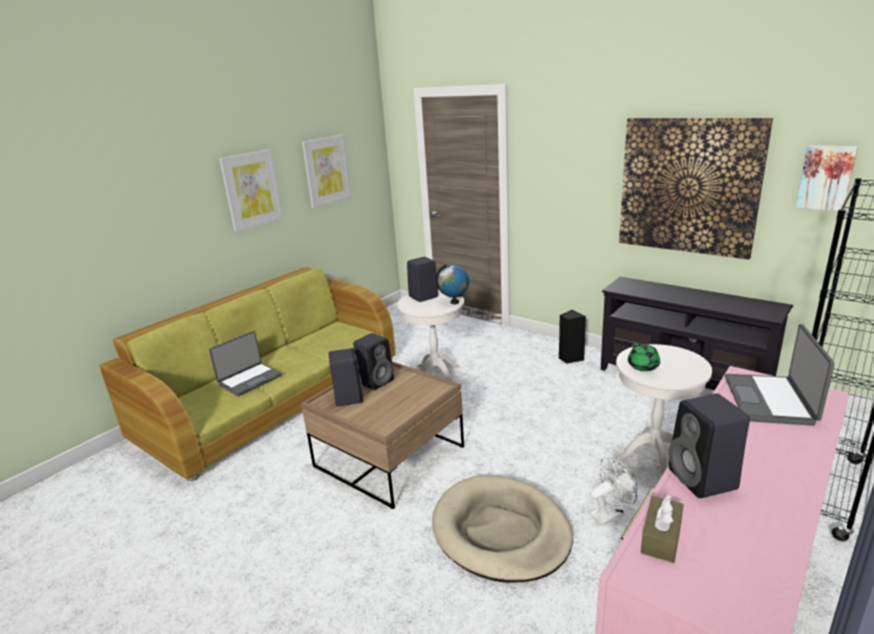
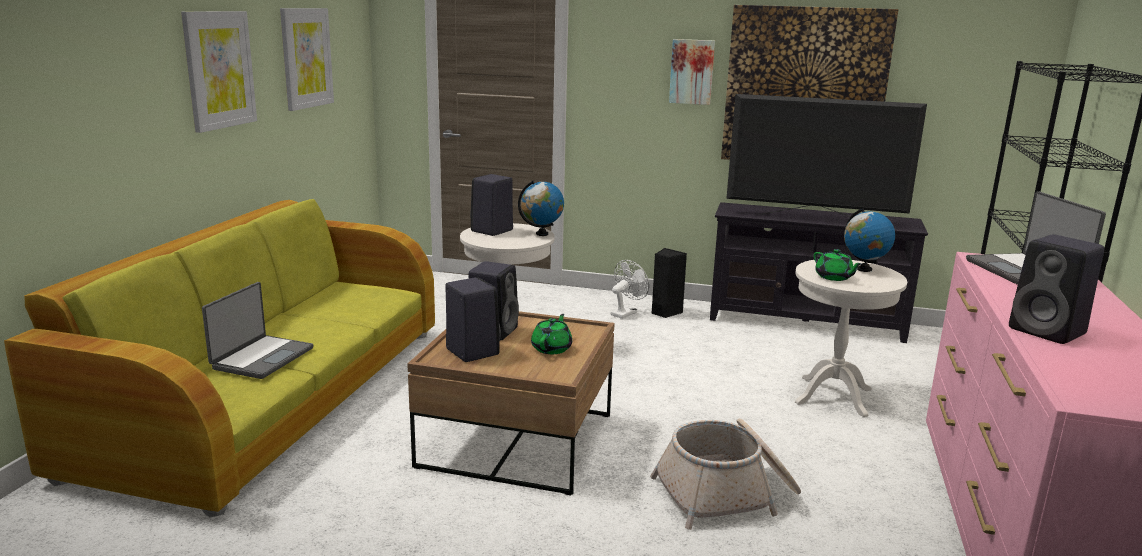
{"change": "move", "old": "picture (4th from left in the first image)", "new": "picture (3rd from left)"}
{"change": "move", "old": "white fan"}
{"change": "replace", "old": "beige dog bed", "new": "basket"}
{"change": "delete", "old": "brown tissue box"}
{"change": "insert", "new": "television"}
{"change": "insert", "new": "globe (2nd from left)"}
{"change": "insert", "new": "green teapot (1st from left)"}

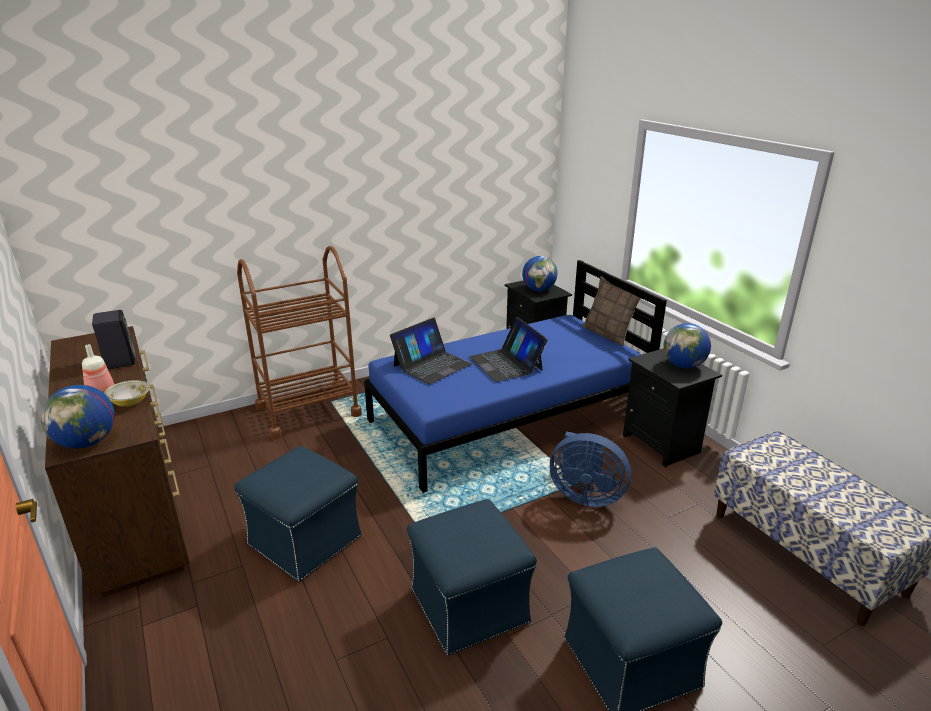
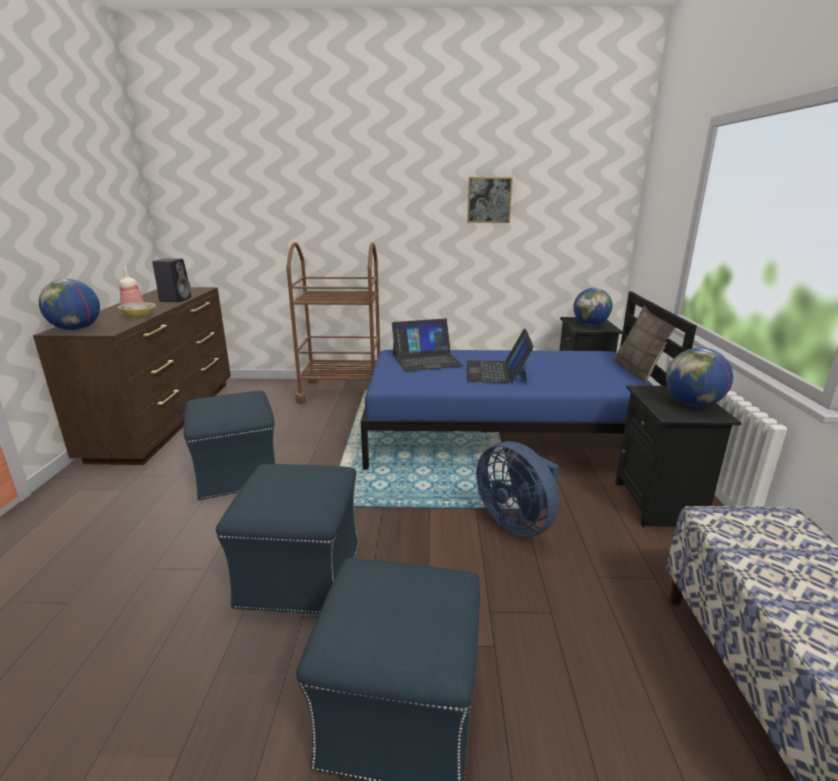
{"change": "insert", "new": "picture"}

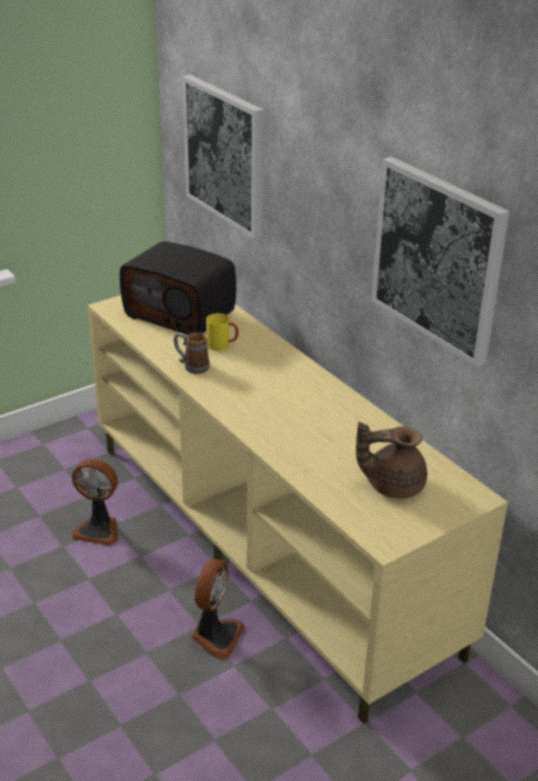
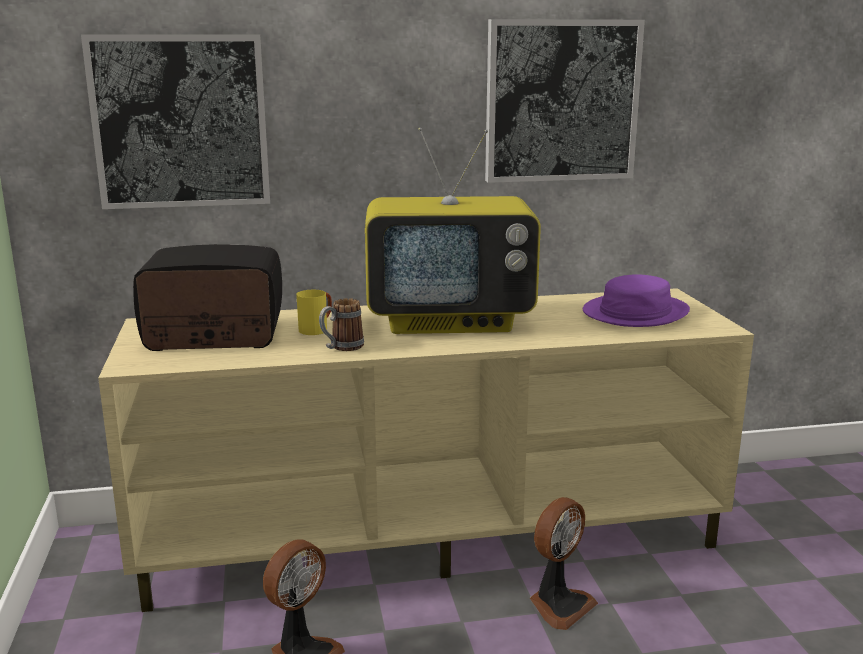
{"change": "rotate", "old": "radio", "degrees": -150}
{"change": "replace", "old": "brown teapot", "new": "purple hat"}
{"change": "rotate", "old": "fan (2nd from left)", "degrees": 90}
{"change": "insert", "new": "television"}

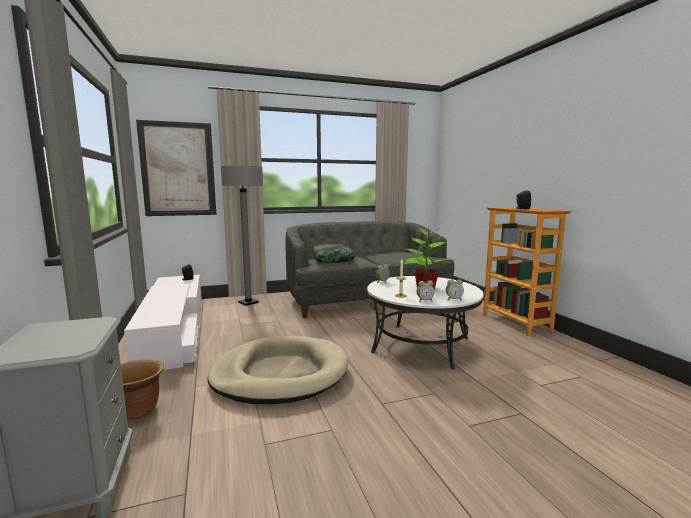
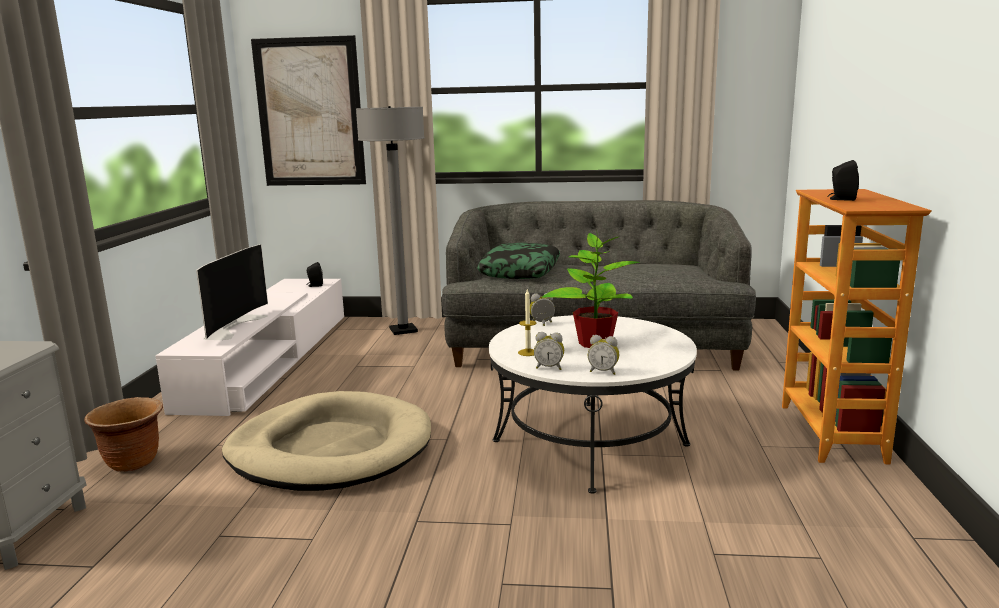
{"change": "insert", "new": "television"}

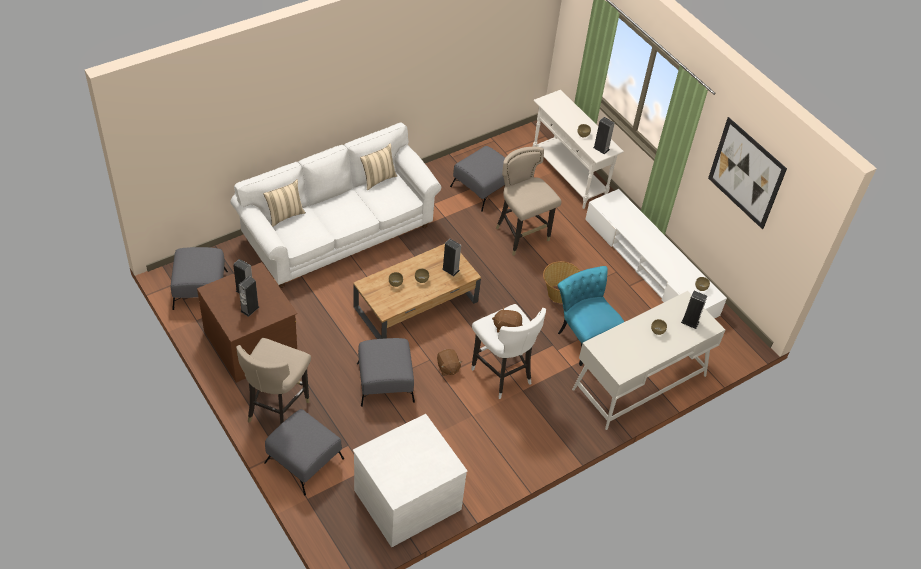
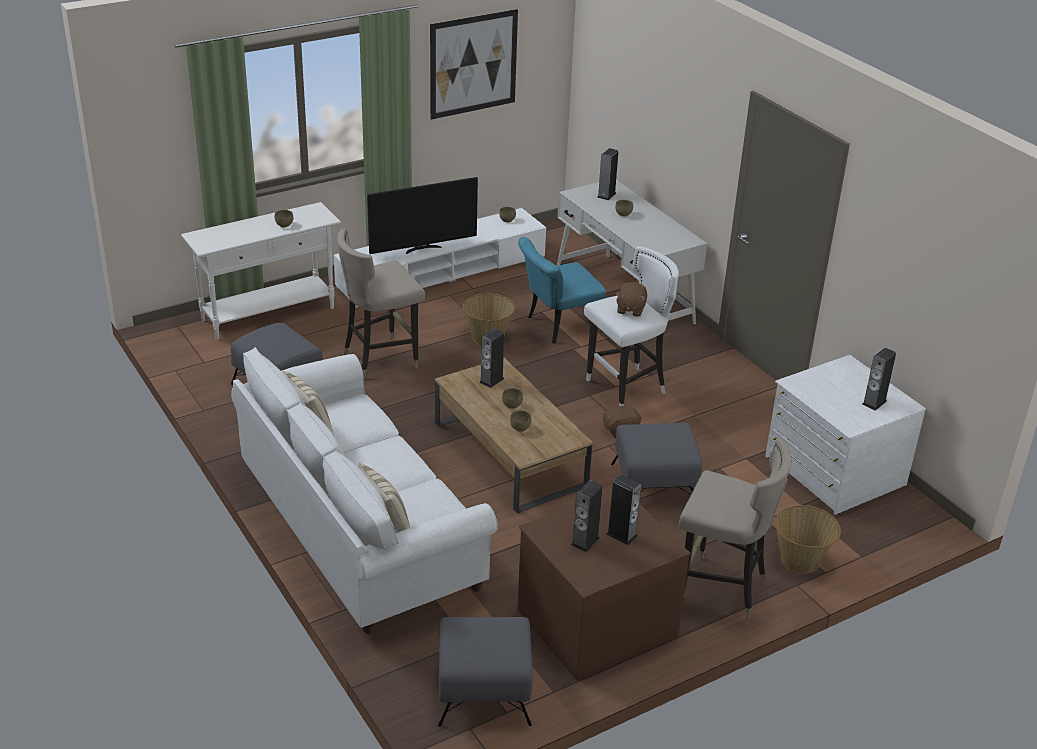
{"change": "move", "old": "speaker (4th from left in the first image)", "new": "speaker (5th from left)"}
{"change": "replace", "old": "grey ottoman (2nd from left)", "new": "basket (2nd from left)"}
{"change": "insert", "new": "television"}

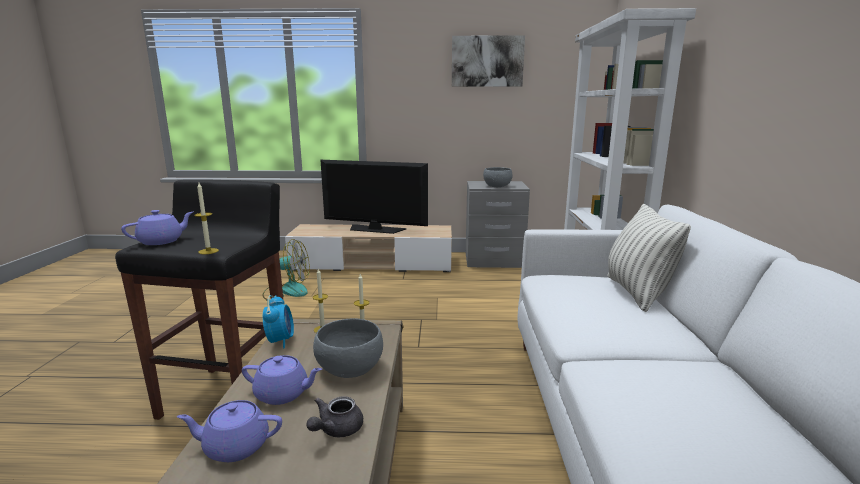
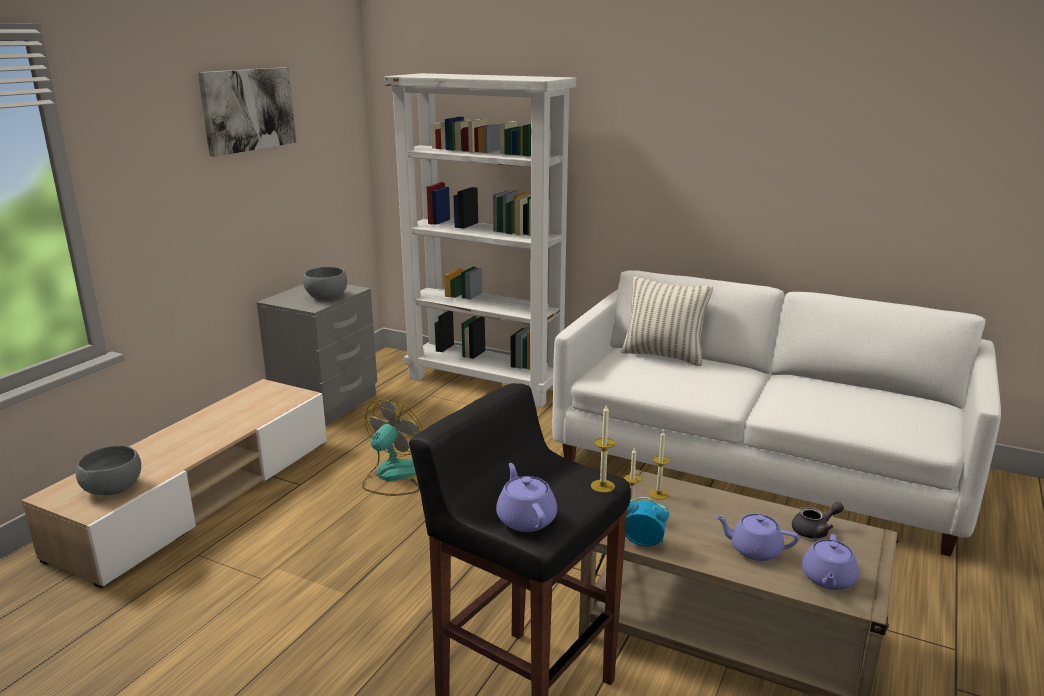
{"change": "delete", "old": "television"}
{"change": "move", "old": "fan"}
{"change": "move", "old": "grey bowl (1st from left)"}
{"change": "rotate", "old": "purple teapot (3rd from left in the first image)", "degrees": -105}
{"change": "rotate", "old": "grey teapot", "degrees": -75}

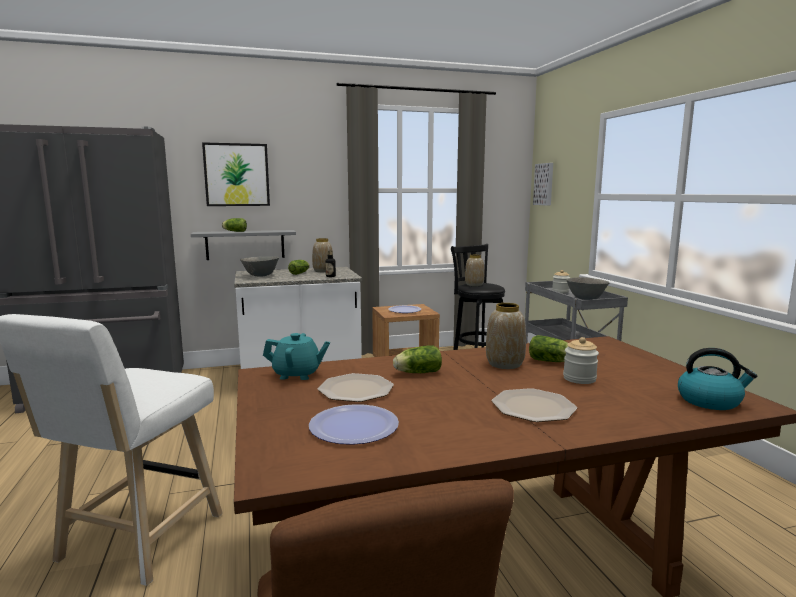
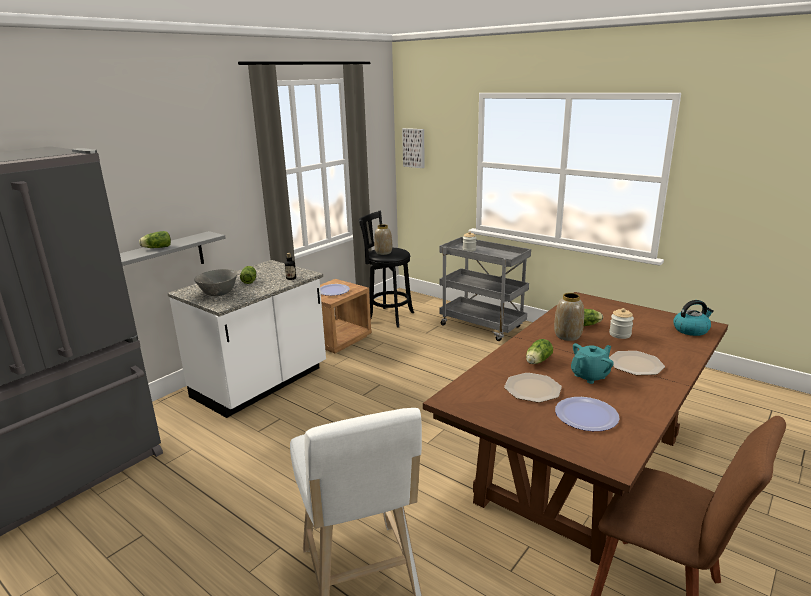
{"change": "delete", "old": "picture (1st from left)"}
{"change": "delete", "old": "vase (1st from left)"}
{"change": "delete", "old": "grey bowl (2nd from left)"}
{"change": "move", "old": "turquoise teapot"}

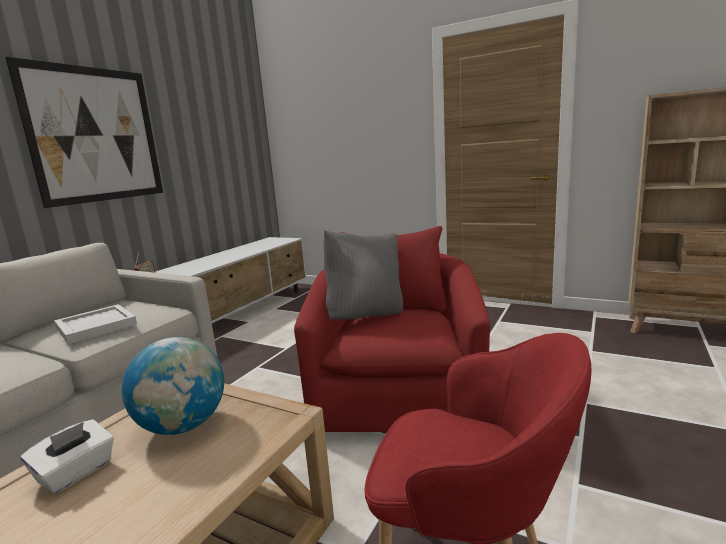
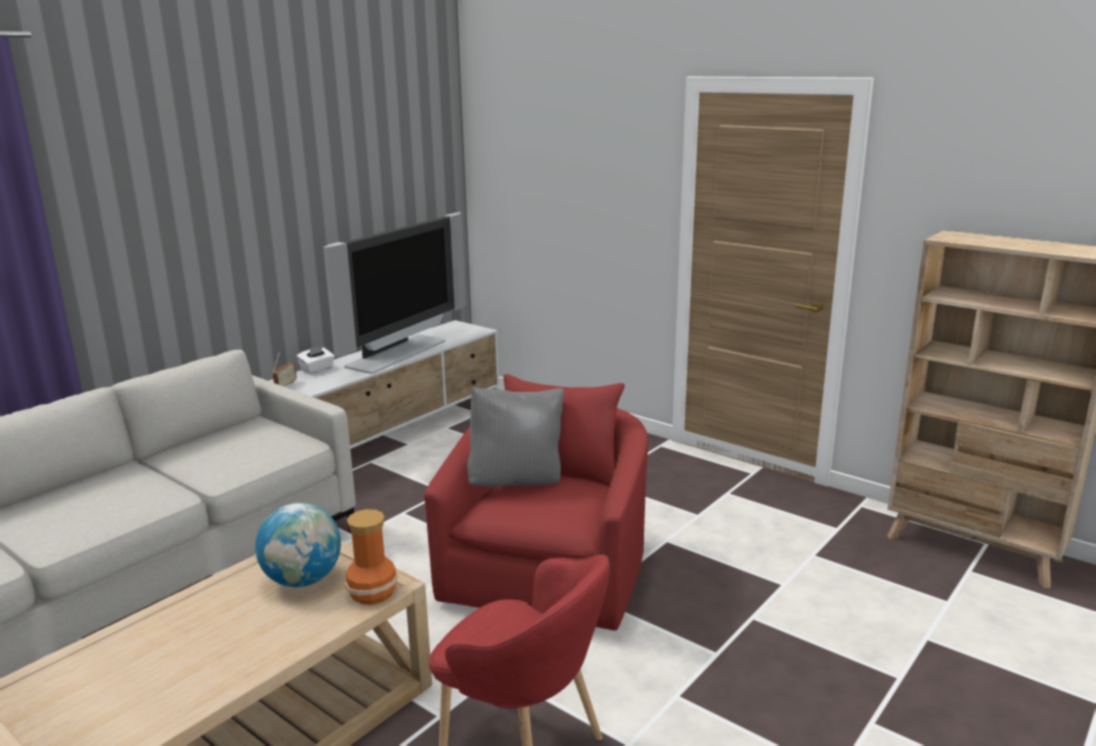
{"change": "delete", "old": "picture"}
{"change": "delete", "old": "white tray"}
{"change": "move", "old": "white tissue box"}
{"change": "insert", "new": "television"}
{"change": "insert", "new": "vase"}

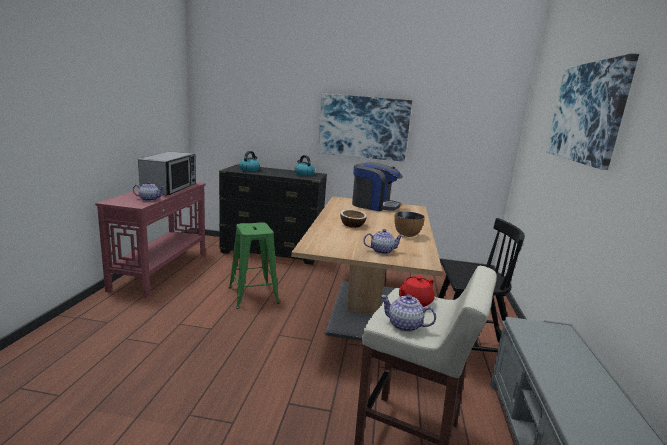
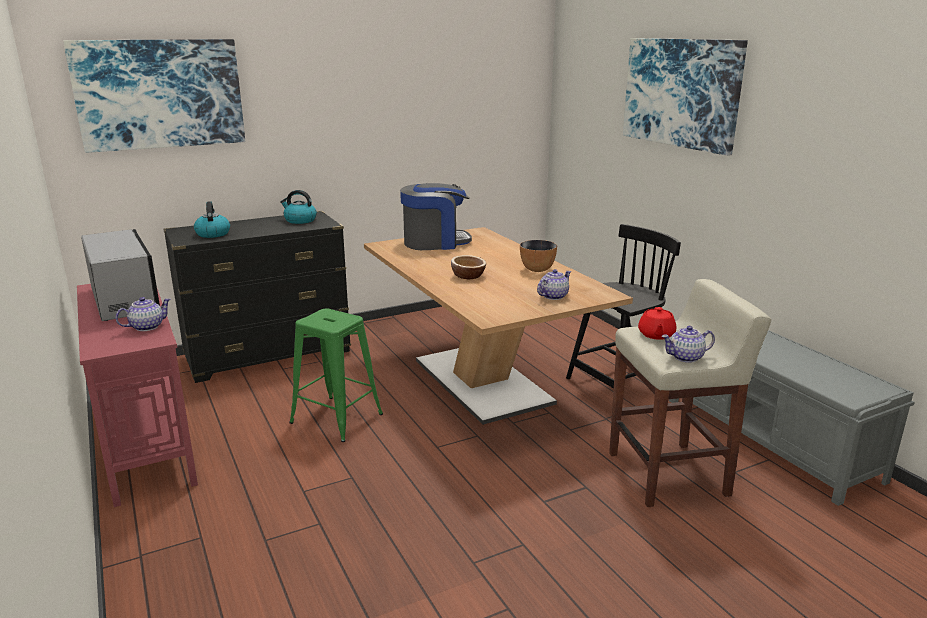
{"change": "move", "old": "picture (1st from left)"}

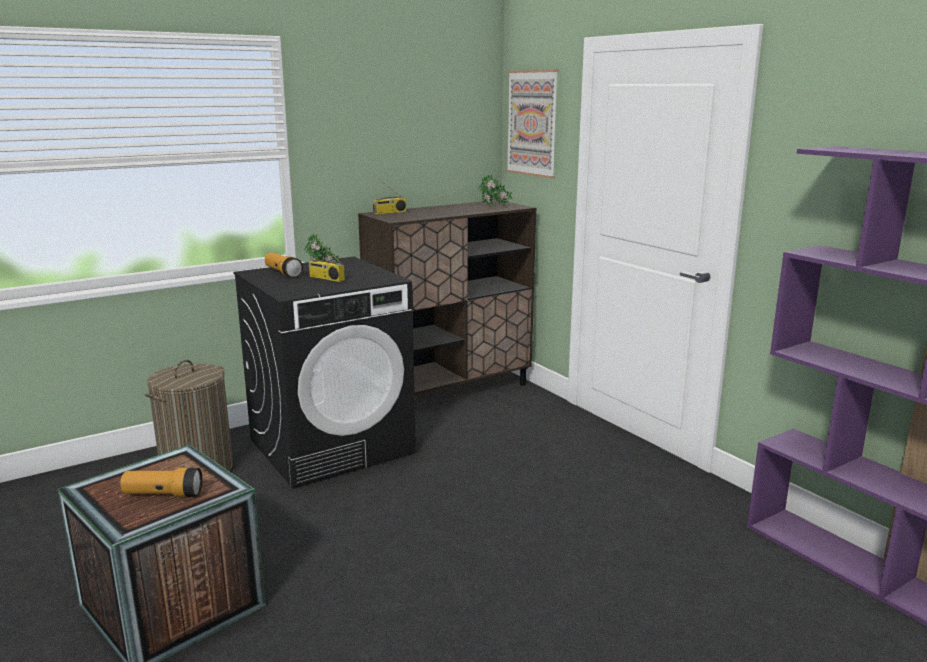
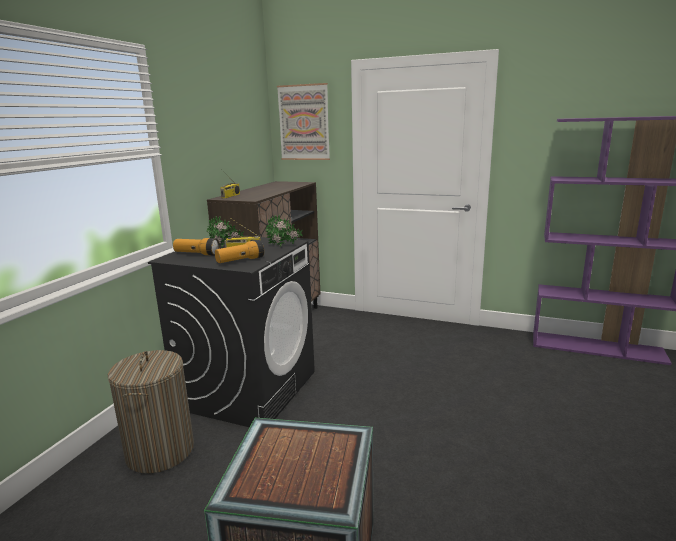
{"change": "move", "old": "potted plant (2nd from left)"}
{"change": "move", "old": "flashlight (1st from left in the first image)", "new": "flashlight (2nd from left)"}

